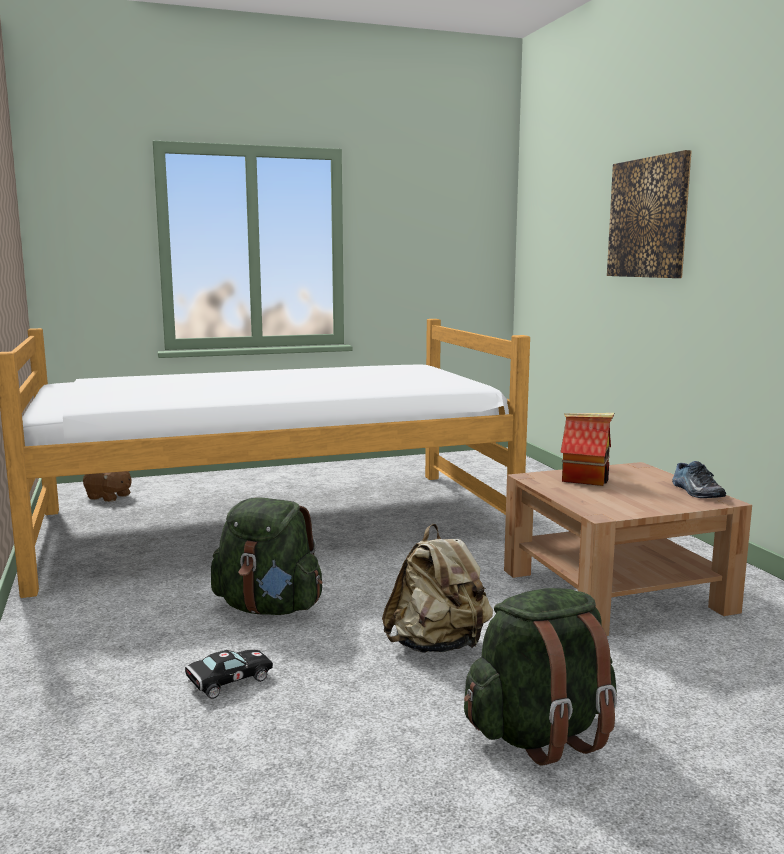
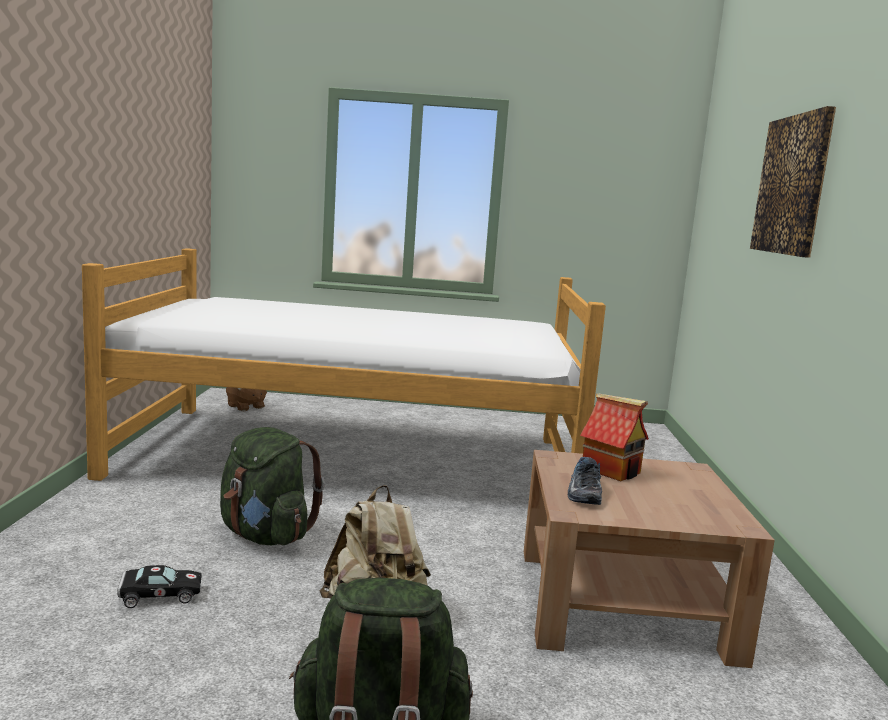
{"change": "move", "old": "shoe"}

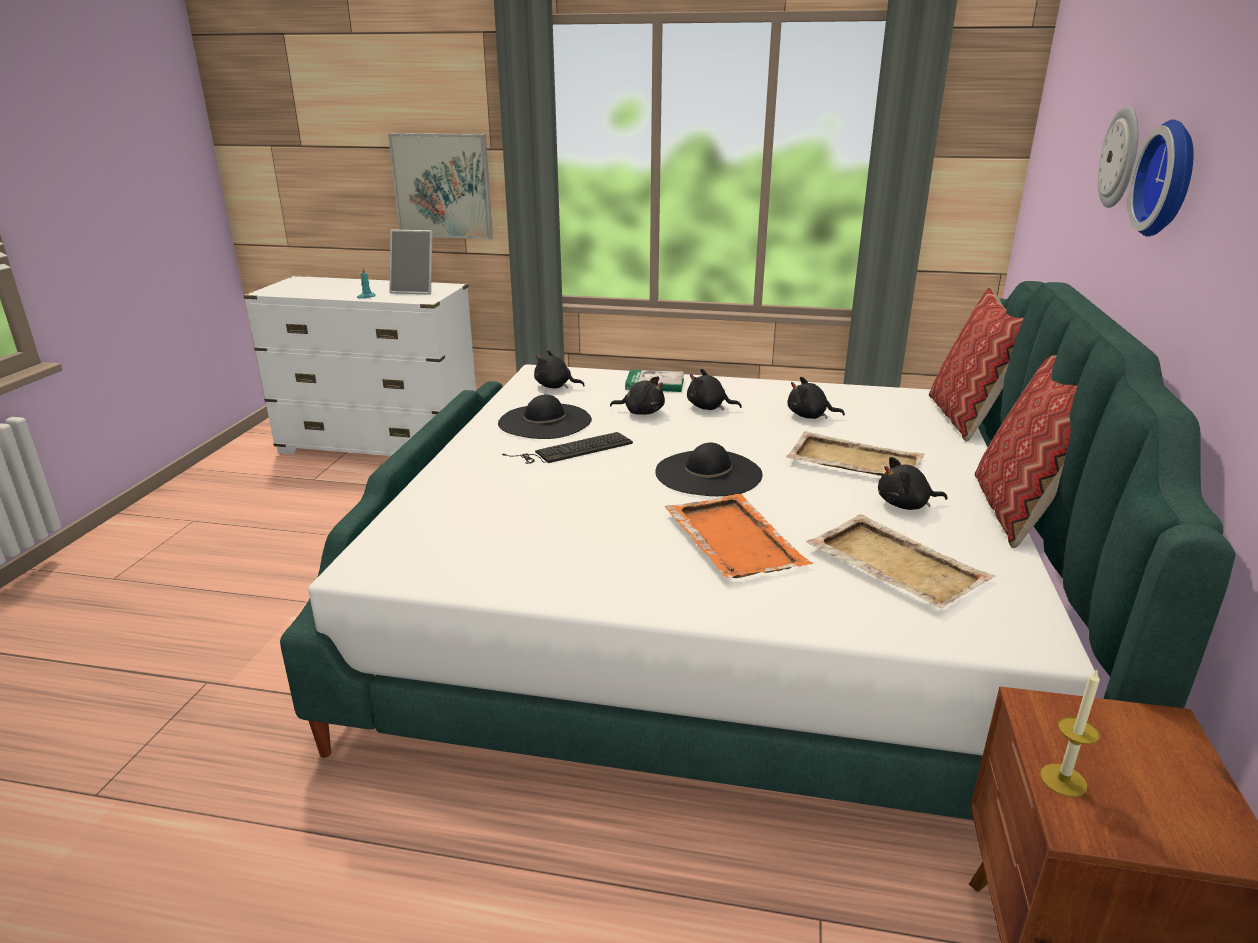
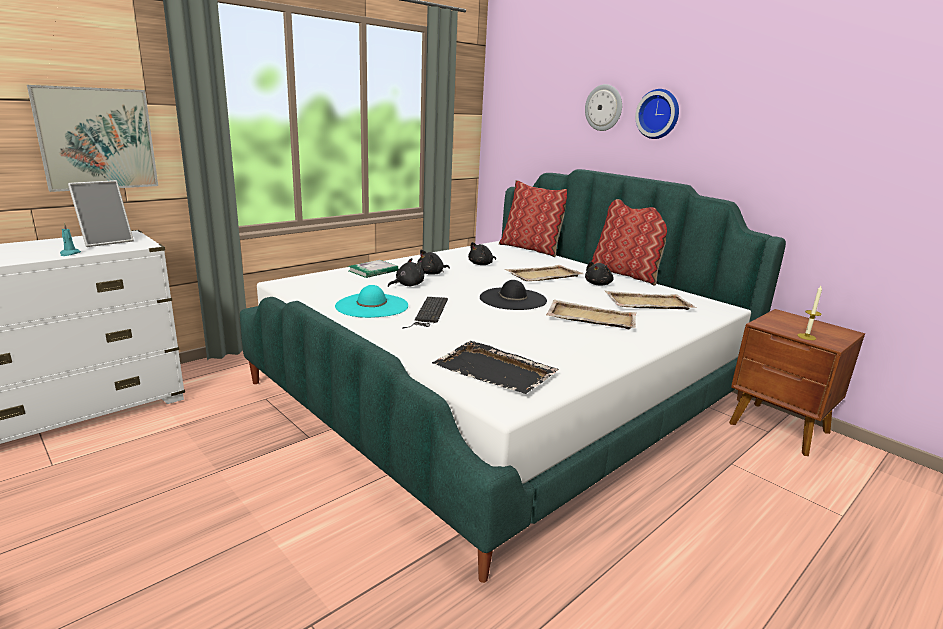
{"change": "delete", "old": "black plush toy (1st from left)"}
{"change": "recolor", "old": "black hat (1st from left)", "new": "turquoise hat"}
{"change": "recolor", "old": "orange tray", "new": "beige tray (2nd from left)"}
{"change": "insert", "new": "black tray"}

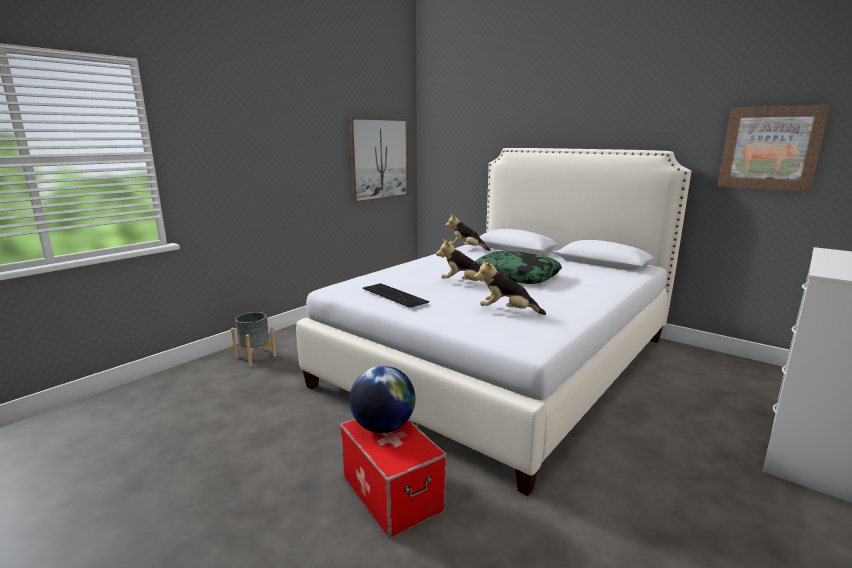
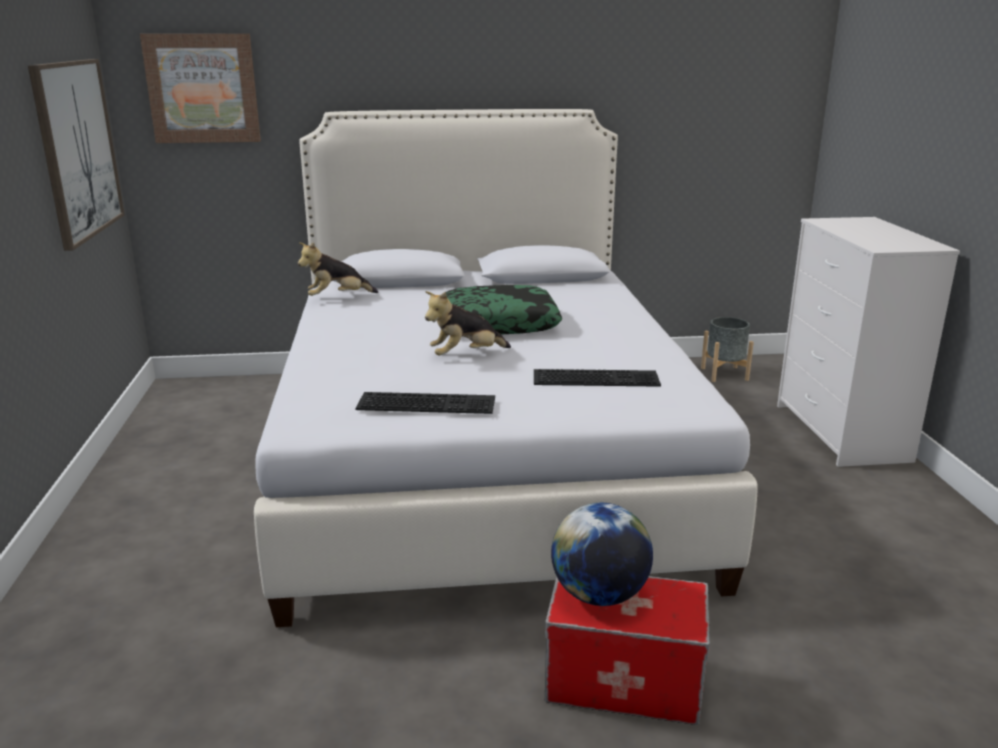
{"change": "move", "old": "picture (2nd from left)"}
{"change": "replace", "old": "plush toy (3rd from left)", "new": "keyboard (2nd from left)"}
{"change": "move", "old": "grey planter"}

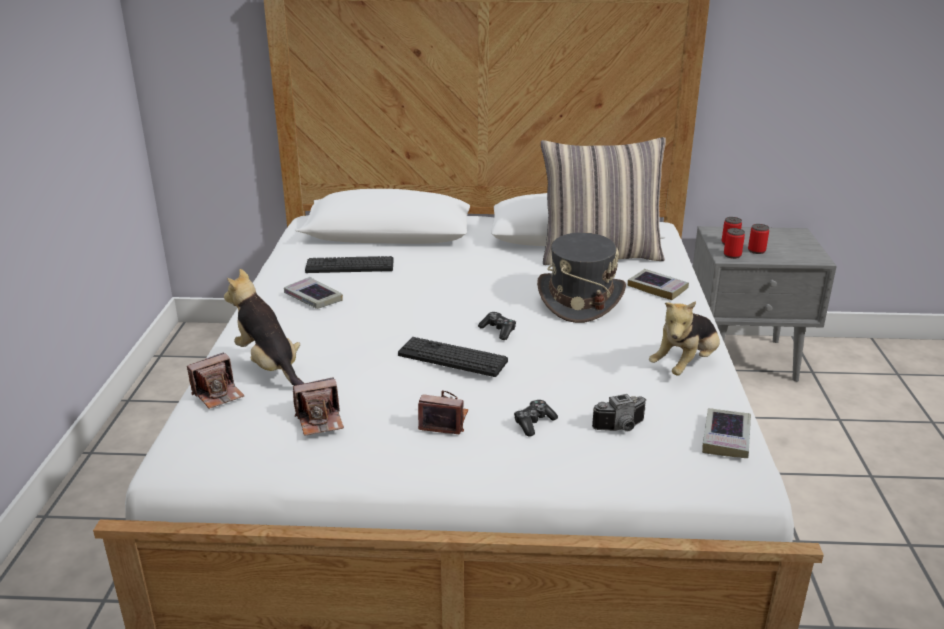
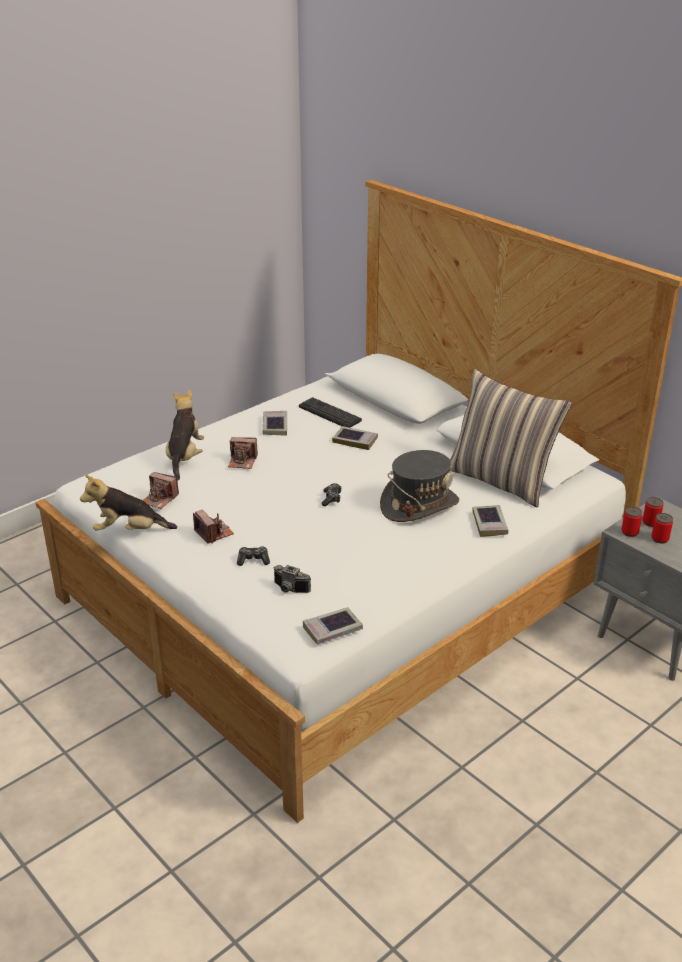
{"change": "move", "old": "plush toy (2nd from left in the first image)", "new": "plush toy (1st from left)"}
{"change": "delete", "old": "keyboard (2nd from left)"}
{"change": "move", "old": "photo camera (1st from left in the first image)", "new": "photo camera (3rd from left)"}
{"change": "insert", "new": "book (3rd from left)"}

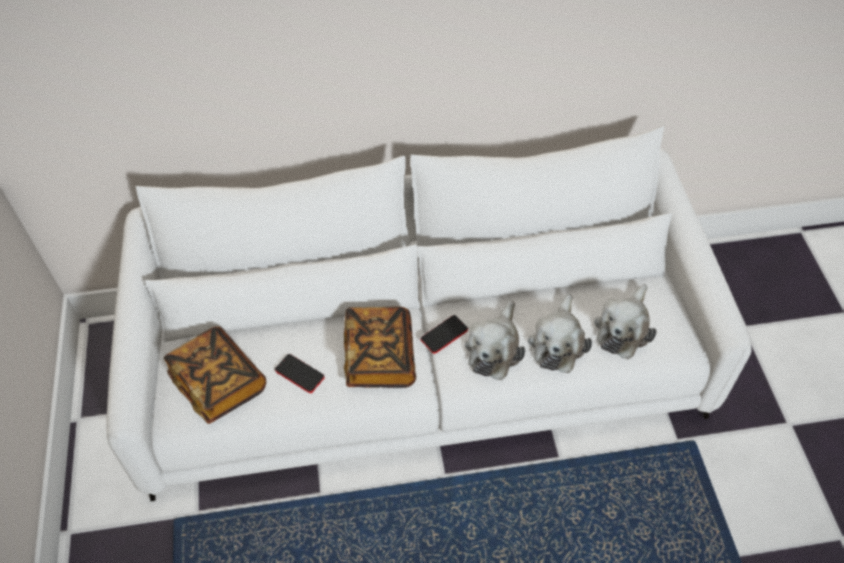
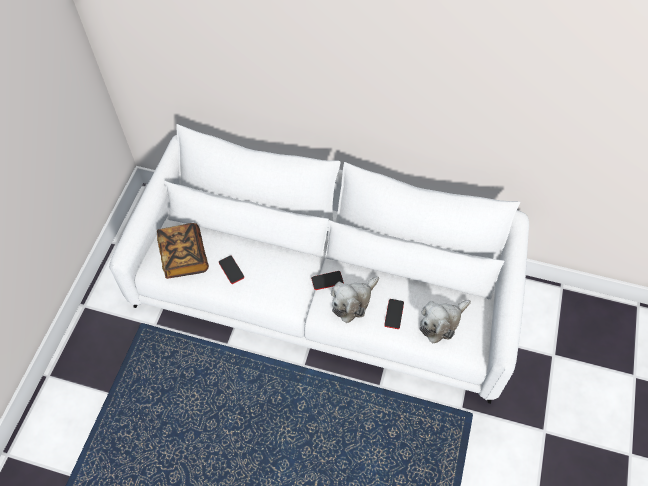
{"change": "replace", "old": "plush toy (2nd from left)", "new": "phone (3rd from left)"}
{"change": "delete", "old": "book (2nd from left)"}

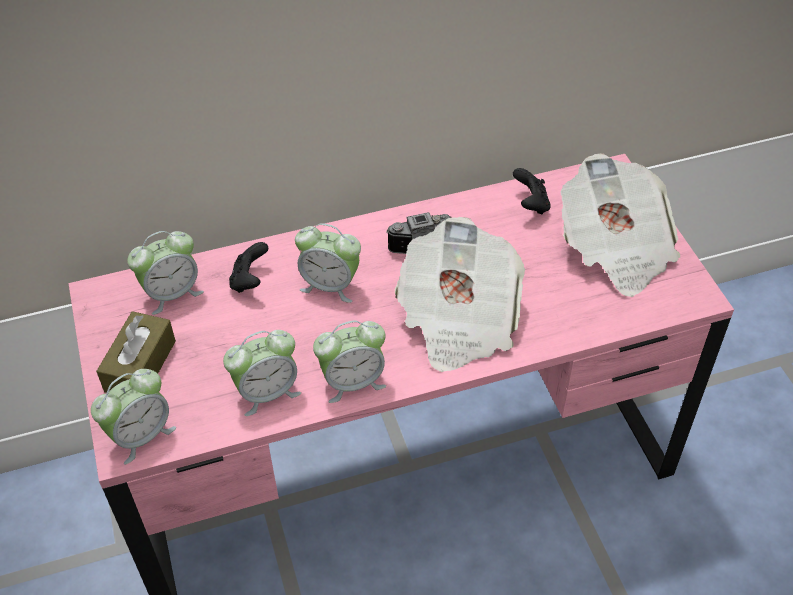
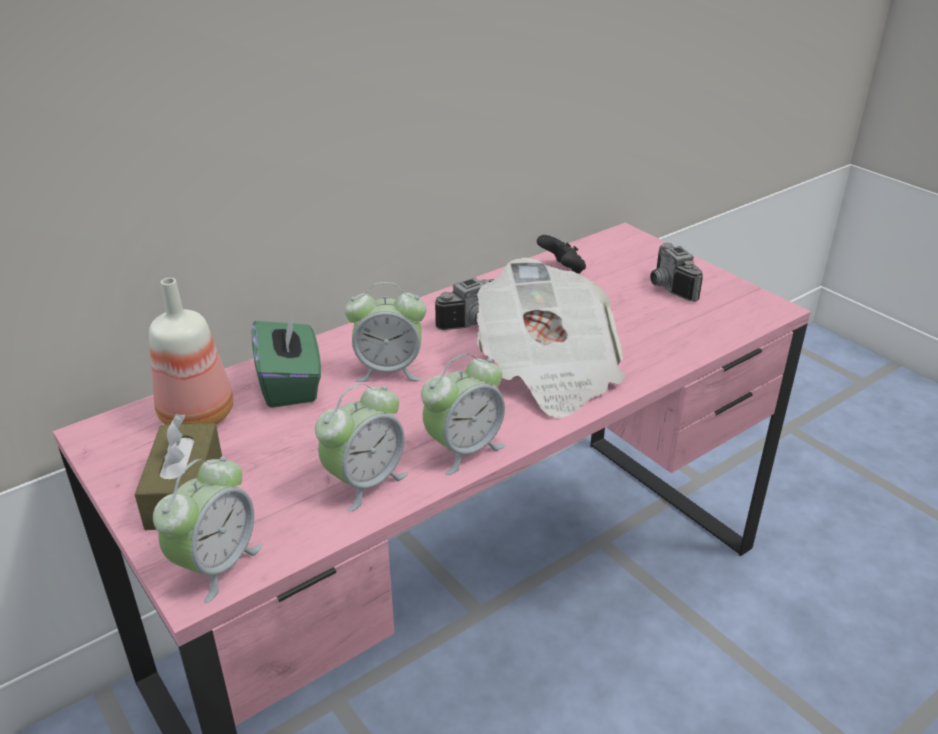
{"change": "replace", "old": "newspaper (2nd from left)", "new": "photo camera (2nd from left)"}
{"change": "replace", "old": "alarm clock (2nd from left)", "new": "bottle"}
{"change": "replace", "old": "black game controller (1st from left)", "new": "green tissue box"}

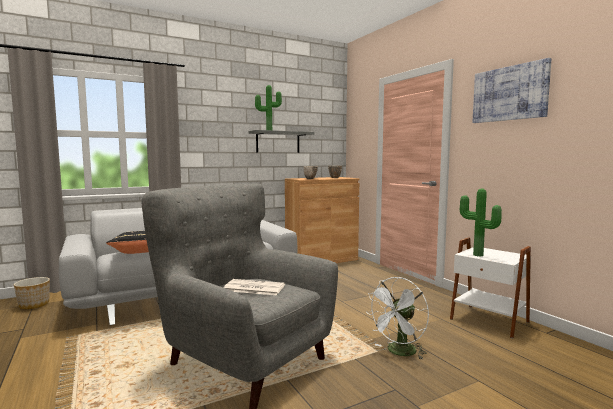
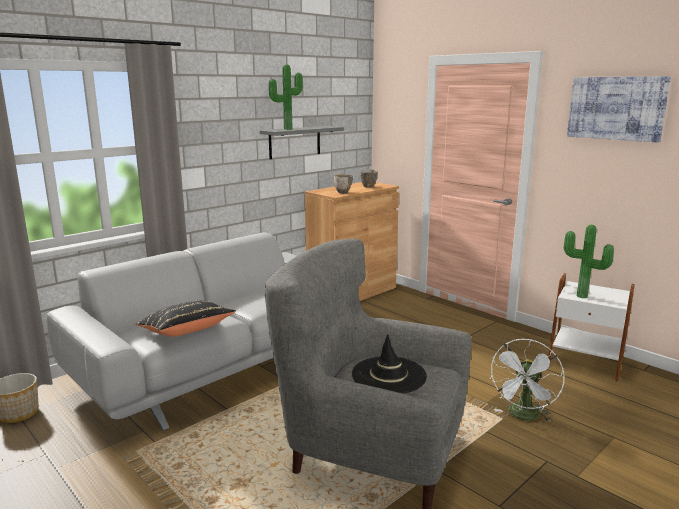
{"change": "replace", "old": "newspaper", "new": "black hat"}

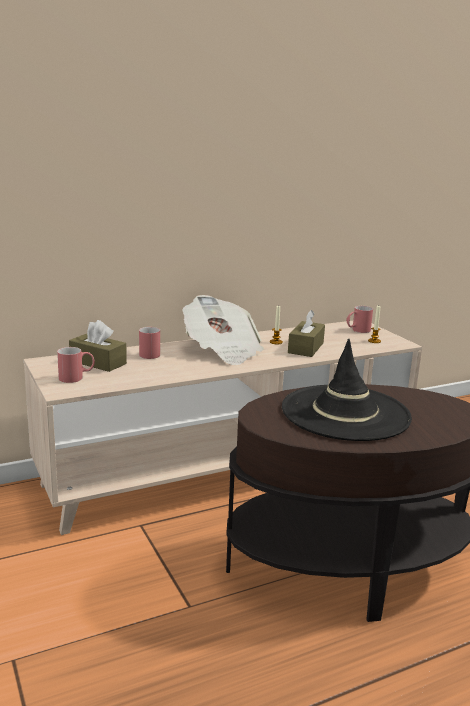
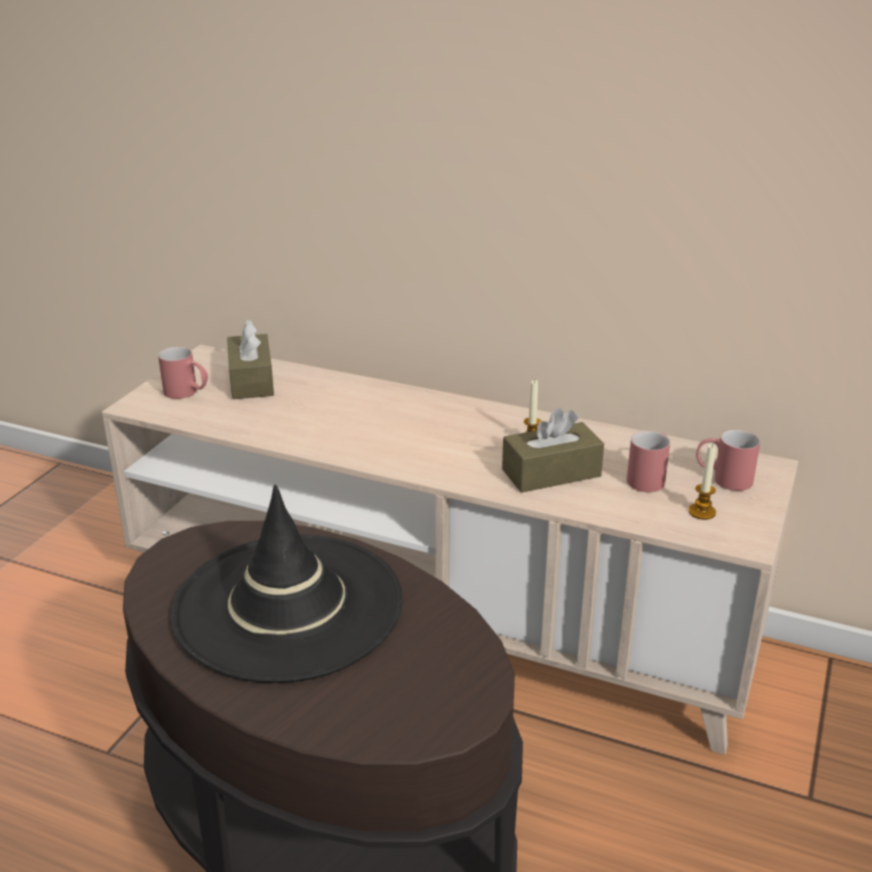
{"change": "delete", "old": "newspaper"}
{"change": "move", "old": "red mug (2nd from left)"}

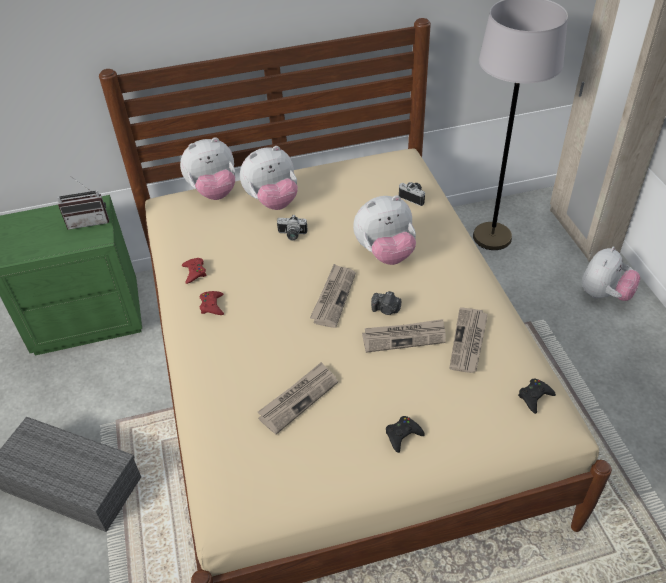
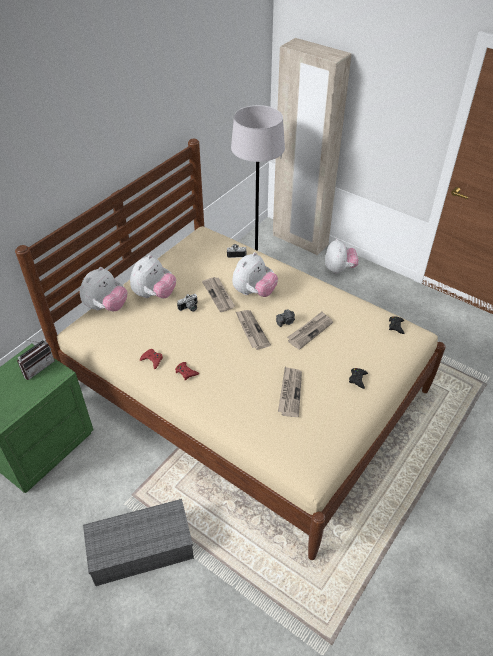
{"change": "move", "old": "newspaper (4th from left in the first image)", "new": "newspaper (1st from left)"}

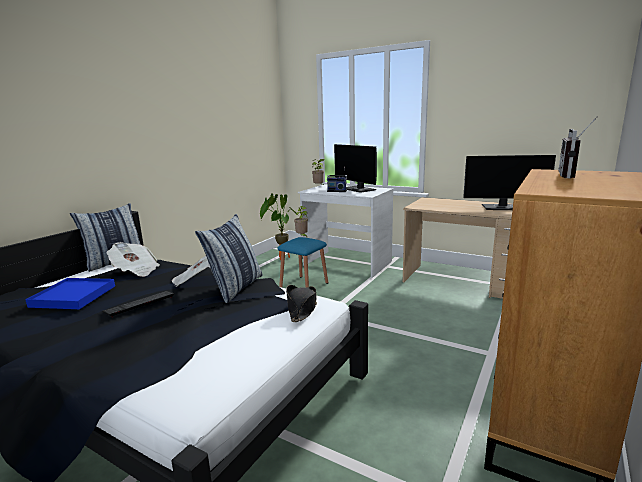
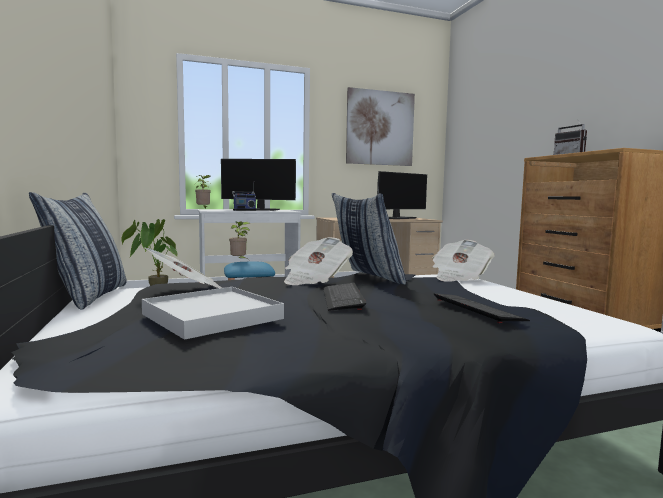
{"change": "recolor", "old": "blue tray", "new": "white tray"}
{"change": "replace", "old": "black hat", "new": "newspaper (3rd from left)"}
{"change": "insert", "new": "picture"}
{"change": "insert", "new": "keyboard (2nd from left)"}

